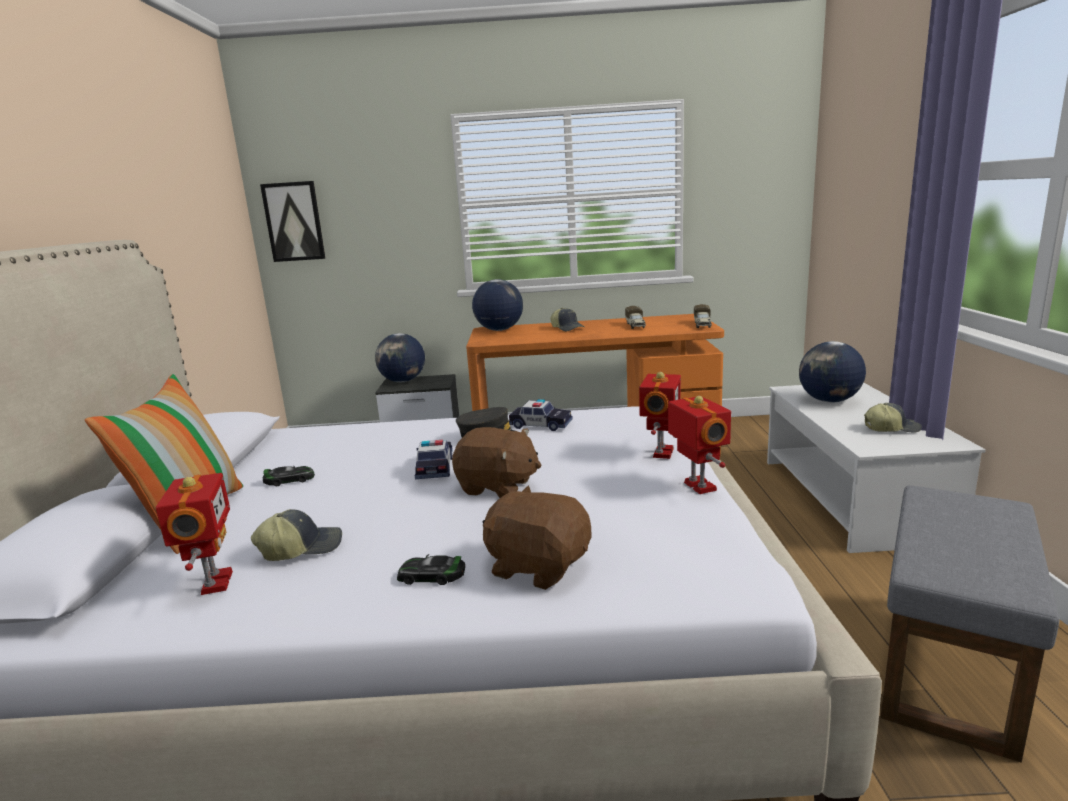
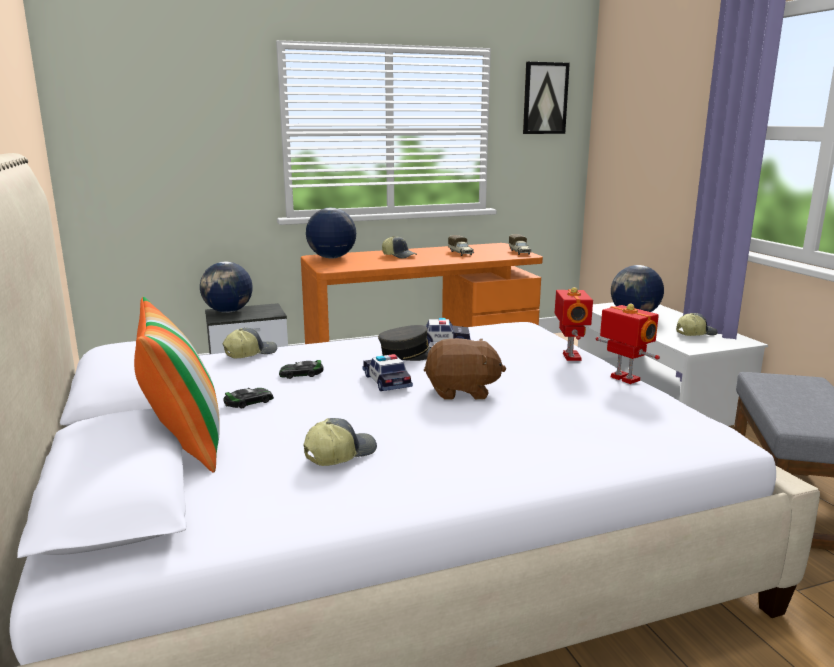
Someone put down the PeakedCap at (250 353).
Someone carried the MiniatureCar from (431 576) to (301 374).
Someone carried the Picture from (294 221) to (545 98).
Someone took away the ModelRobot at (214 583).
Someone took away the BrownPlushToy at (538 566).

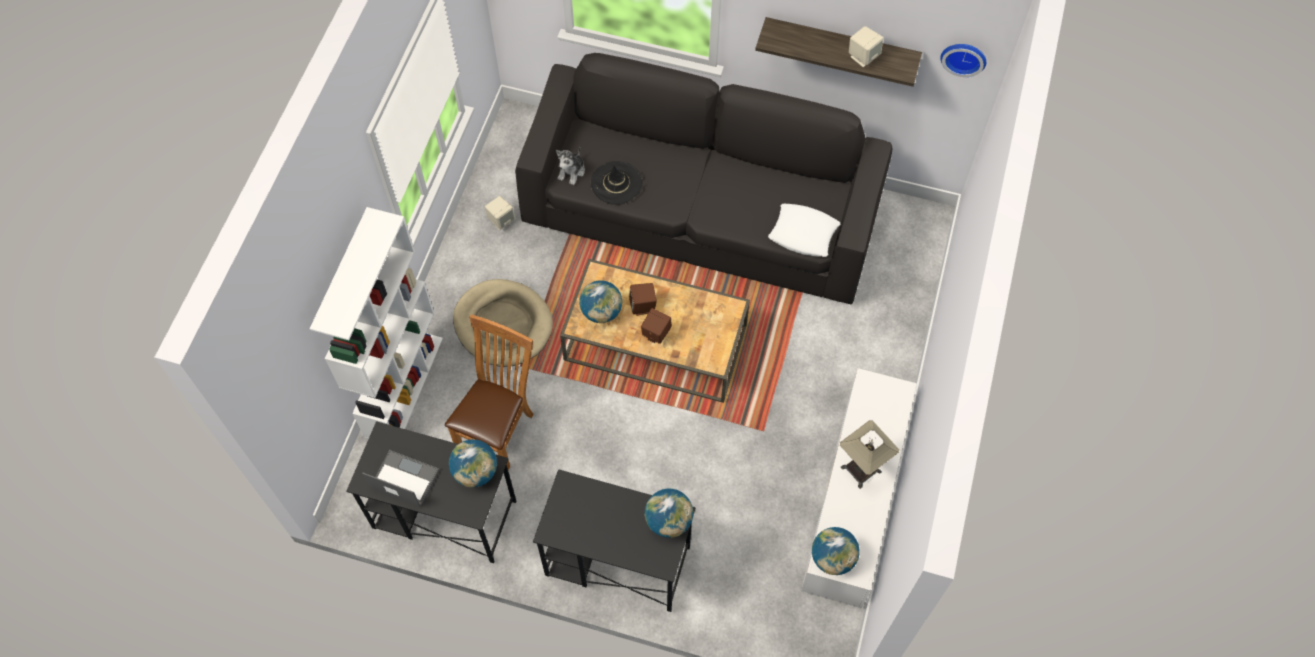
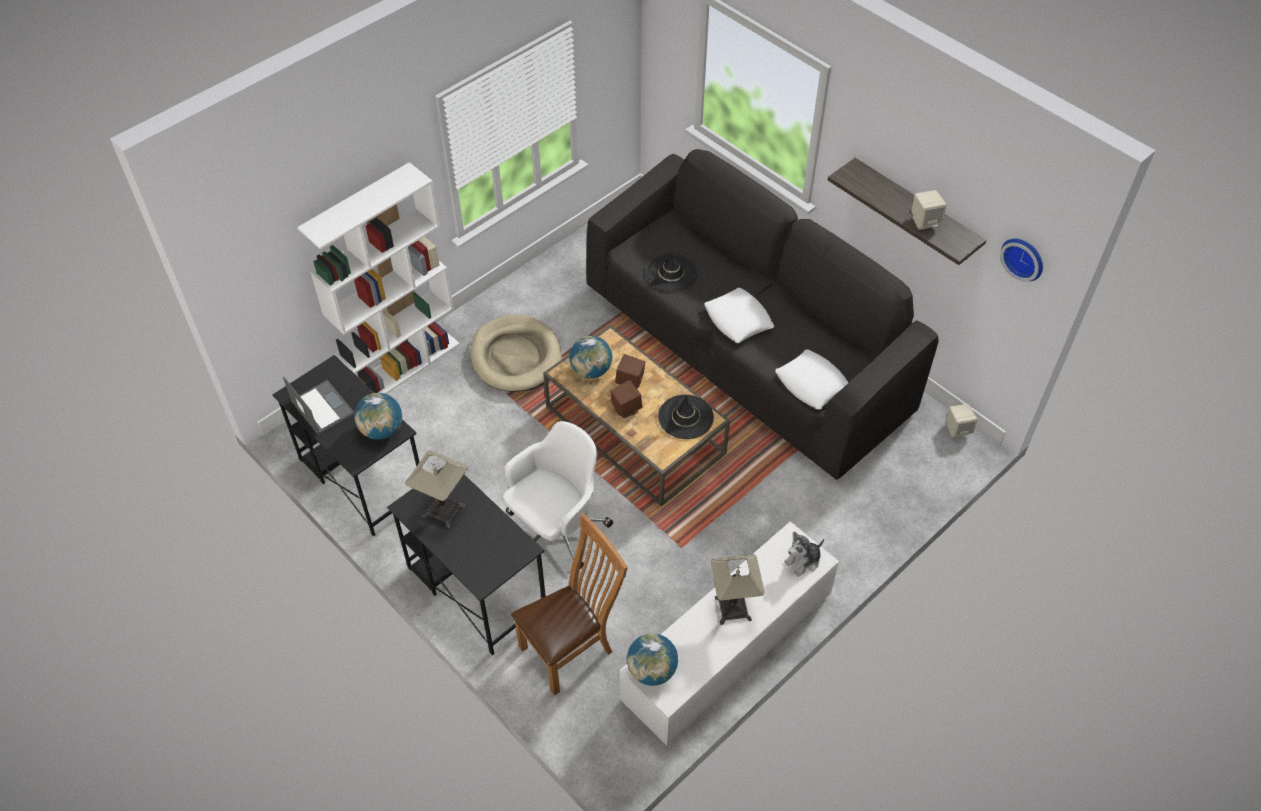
Someone put down the TableLamp at (443 510).
Someone put down the WhitishComputerChair at (556 529).
Someone carried the BrownPlainChair from (499 428) to (571 648).
Someone put down the BlackishHat at (685 417).
Someone put down the WhitishPillow at (738 320).
Someone carried the PlushToy from (571 171) to (803 561).
Someone carried the BeigeColouredLoudspeaker from (501 220) to (957 429).
Someone took away the WorldGlobe at (668 521).

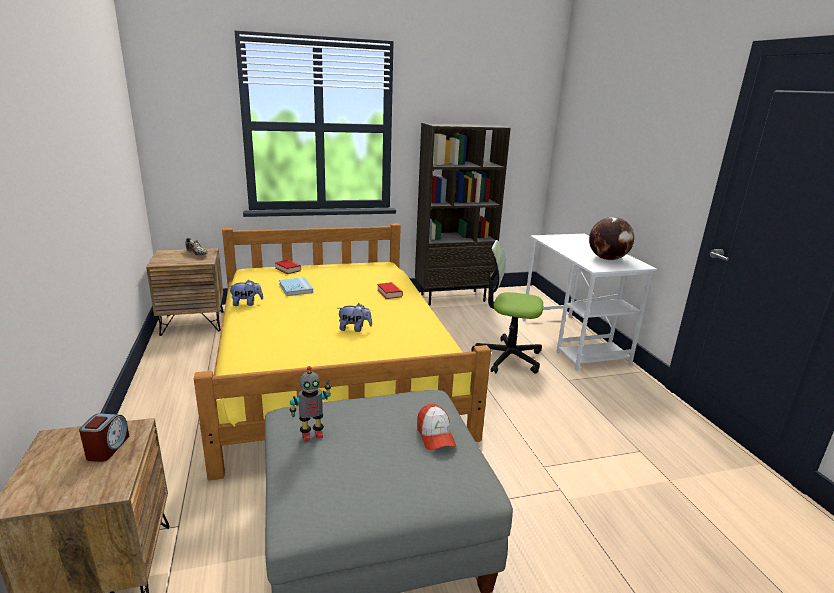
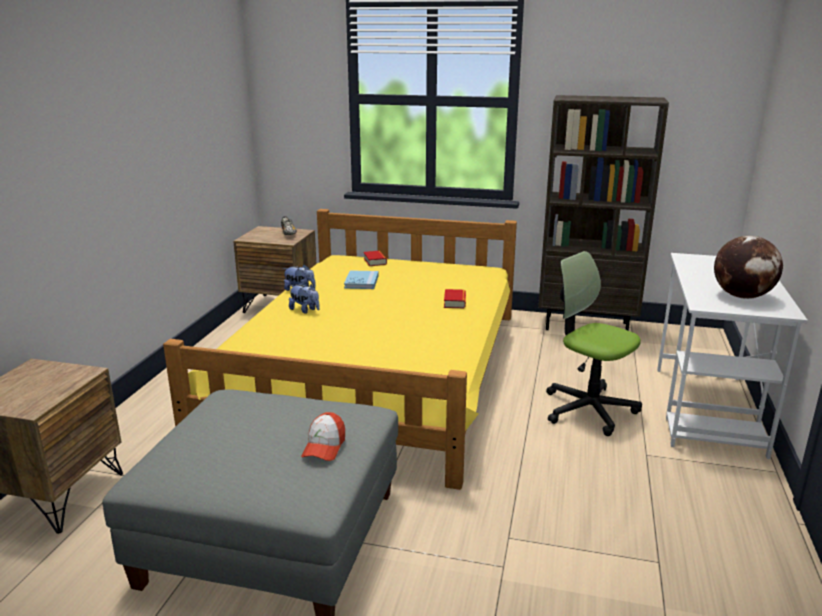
Someone carried the PlushToy from (354 329) to (305 310).
Someone took away the TableClock at (107 448).
Someone took away the ModelRobot at (312 434).

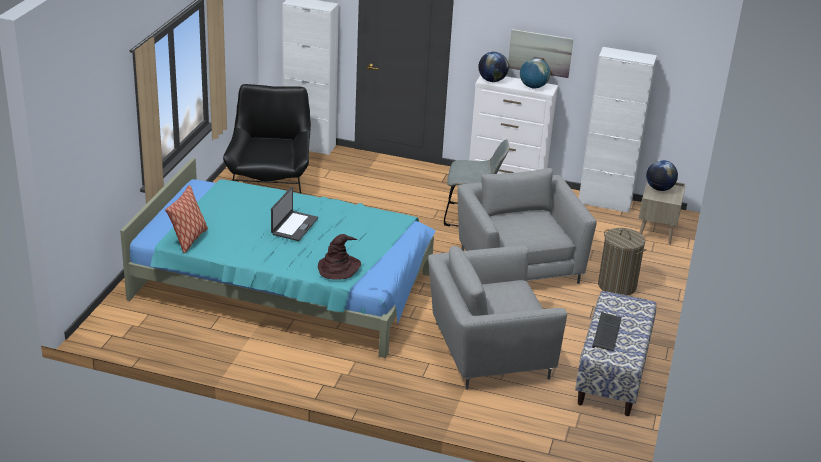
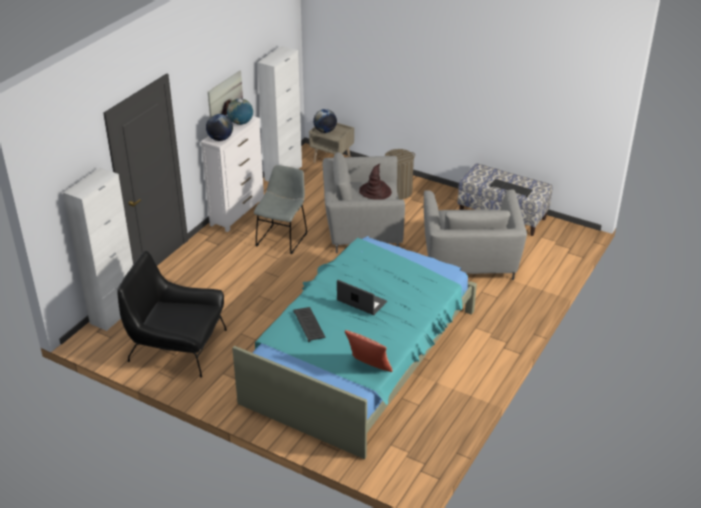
Someone put down the ComputerKeyboard at (309 325).
Someone carried the BrownHat from (338 268) to (375 191).

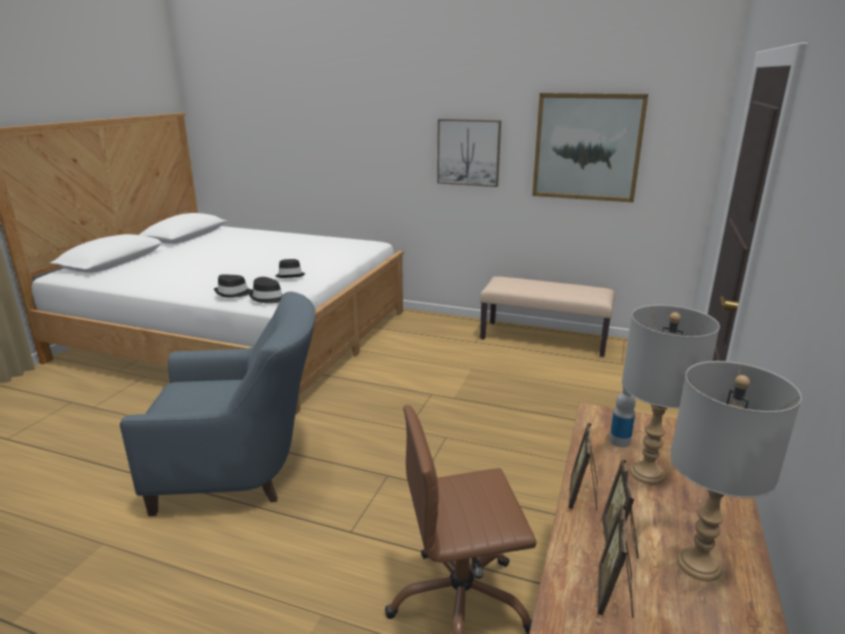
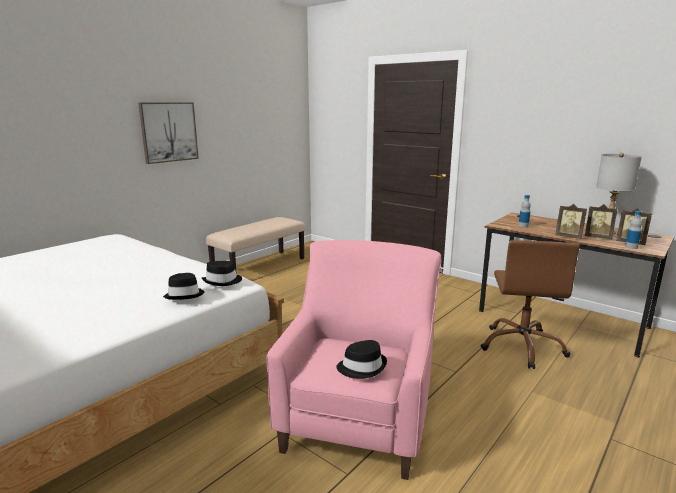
Someone repainted the BlueColouredLoungeChair at (242 471), which became the PinkLoungeChair at (359 415).
Someone carried the BlackishHat from (290 275) to (362 367).
Someone put down the DrinkBottle at (631 247).
Someone took away the Picture at (587 147).
Someone took away the GreyTableLamp at (647 474).

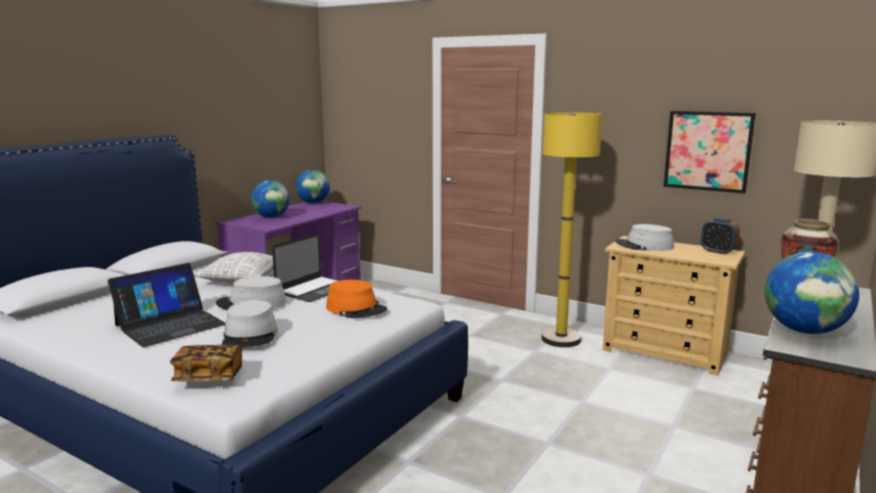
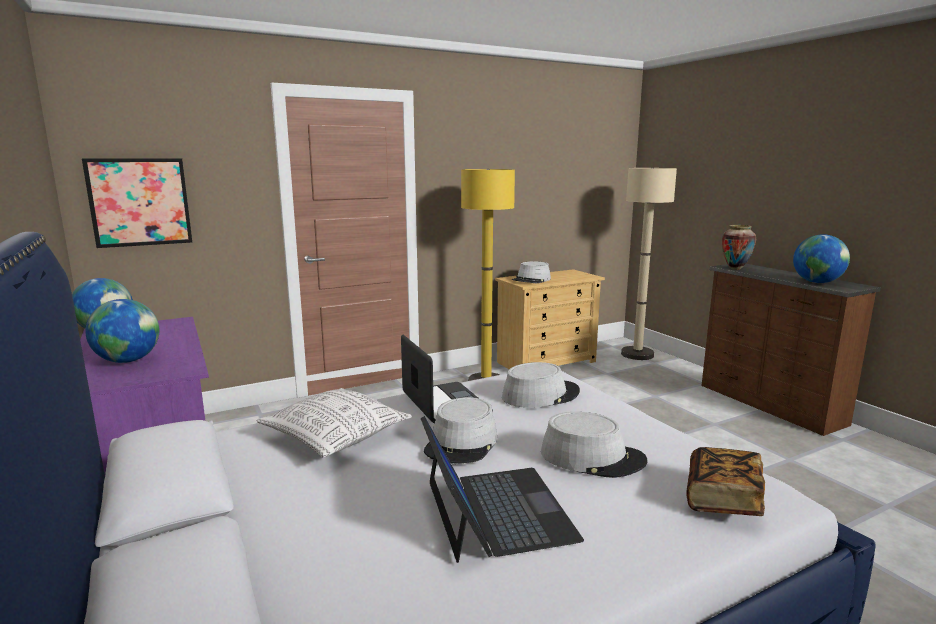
Someone carried the Picture from (708 151) to (140 202).
Someone repainted the OrangeyHat at (356 309), which became the GreyHat at (540 395).
Someone took away the TableClock at (718 251).

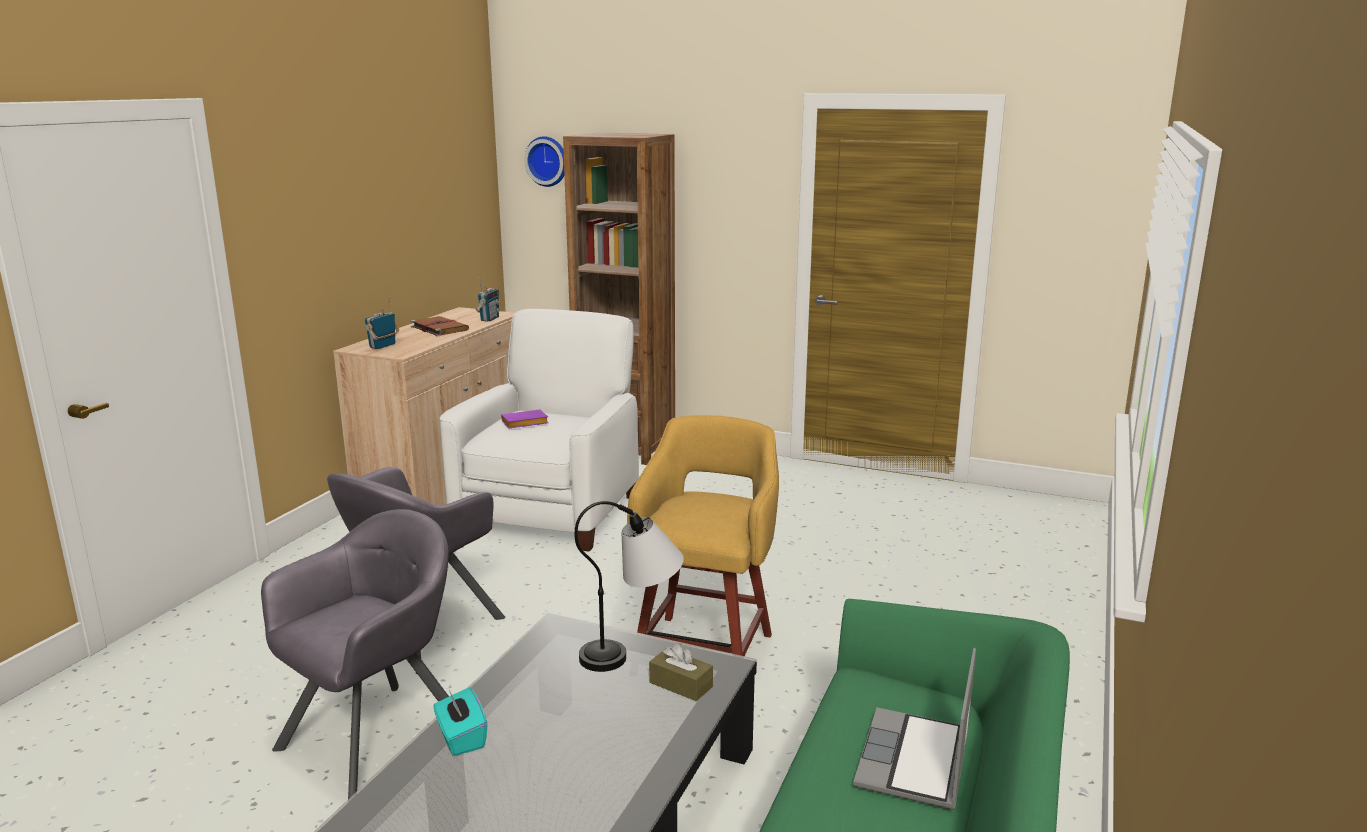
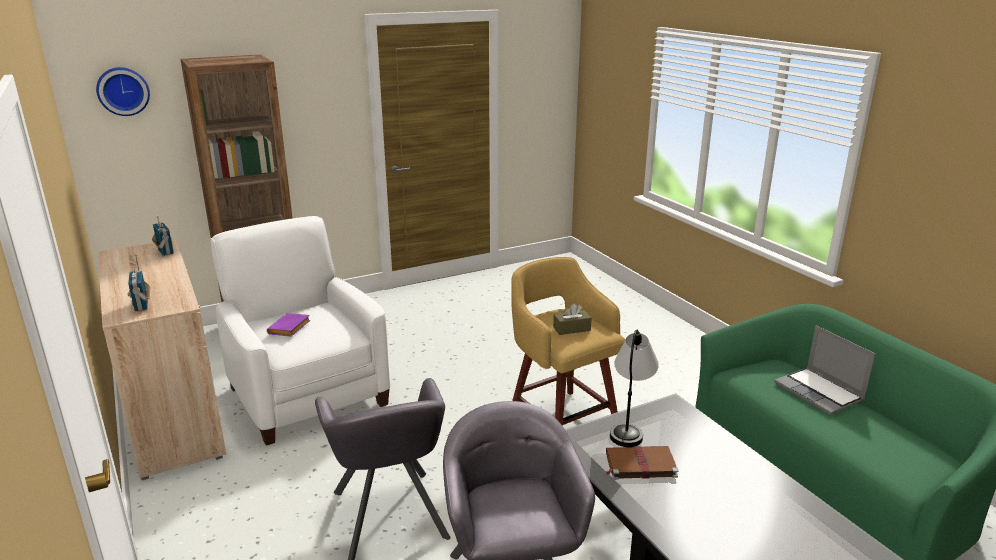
Someone carried the BrownBoxOfTissues from (681 684) to (571 329).
Someone carried the BrownBoundBook from (439 328) to (639 464).
Someone took away the TurquoiseColouredBoxOfTissues at (461 738).

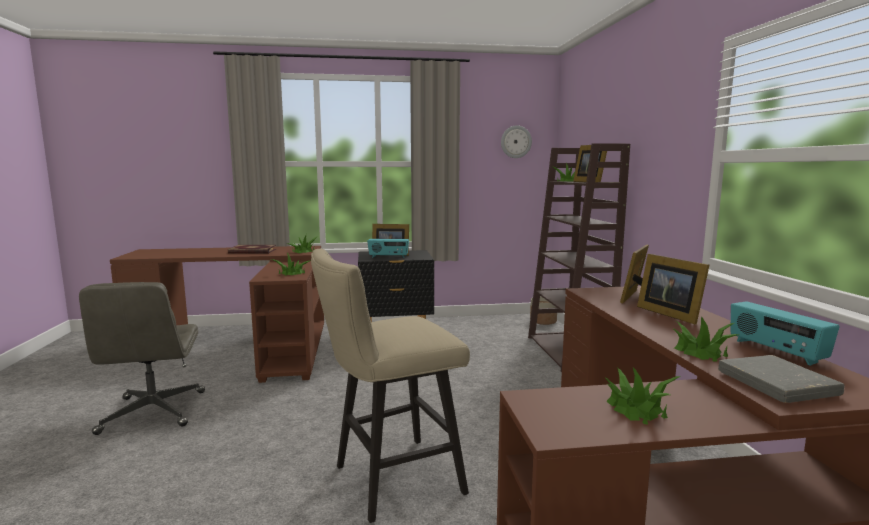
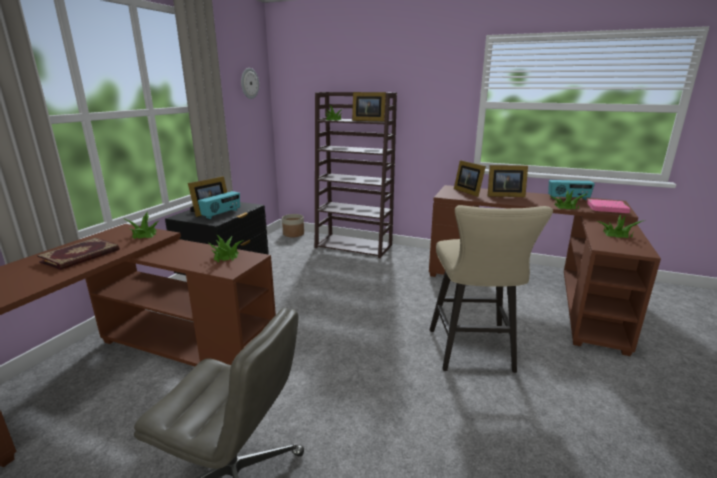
Someone repainted the GreyBoundBook at (776 384), which became the PinkBoundBook at (607 209).

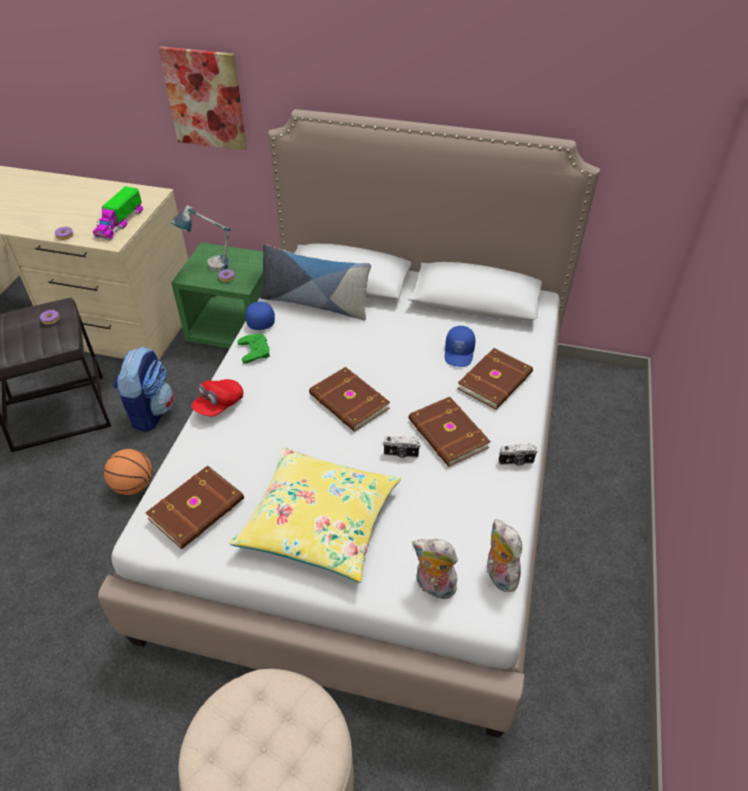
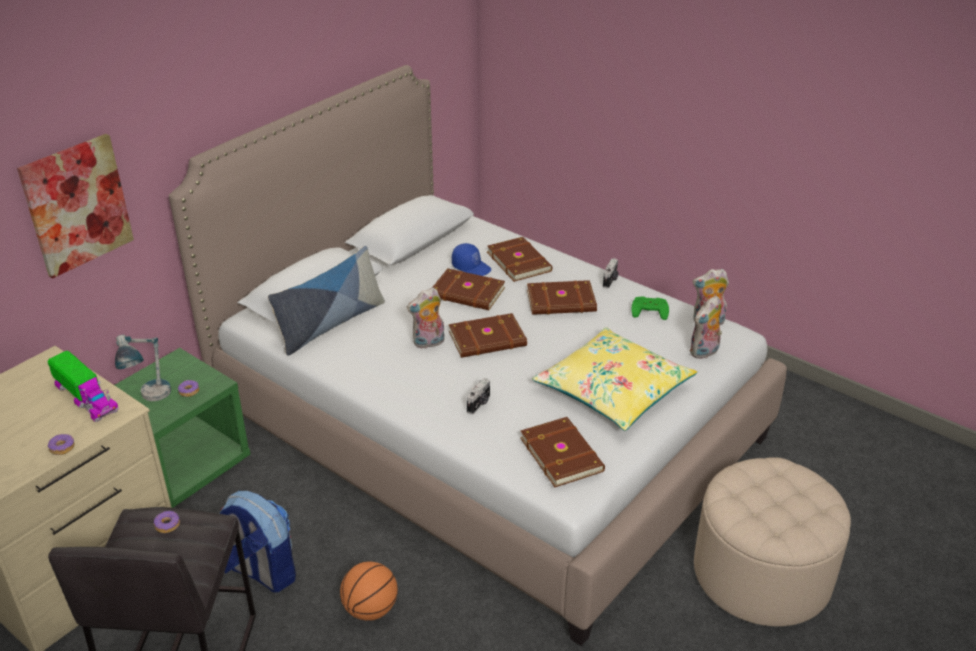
Someone put down the PlushToy at (428 343).
Someone put down the BrownBoundBook at (467 293).
Someone carried the PhotoCamera from (401 454) to (479 404).
Someone carried the GreenishJoypad from (257 350) to (650 309).
Someone took away the RedColouredPeakedCap at (219 405).
Someone took away the BlueColouredPeakedCap at (260 319).

